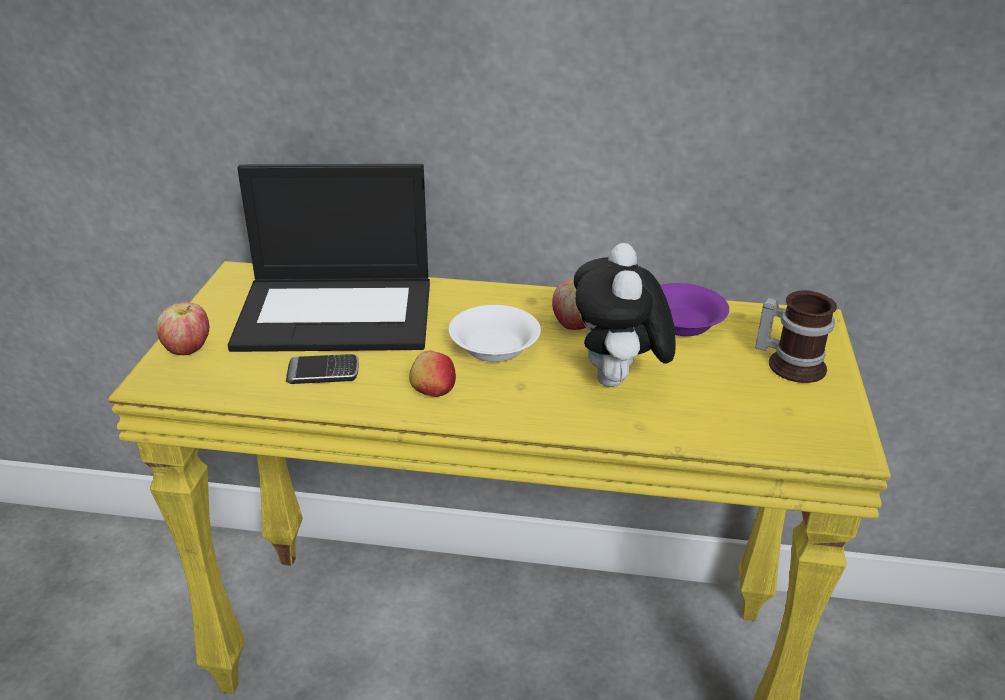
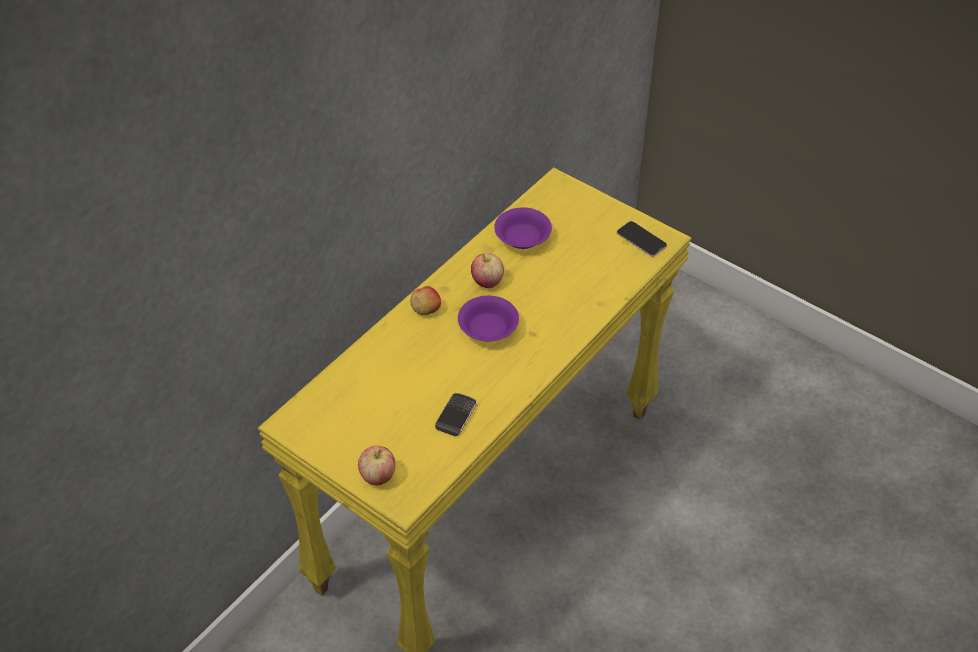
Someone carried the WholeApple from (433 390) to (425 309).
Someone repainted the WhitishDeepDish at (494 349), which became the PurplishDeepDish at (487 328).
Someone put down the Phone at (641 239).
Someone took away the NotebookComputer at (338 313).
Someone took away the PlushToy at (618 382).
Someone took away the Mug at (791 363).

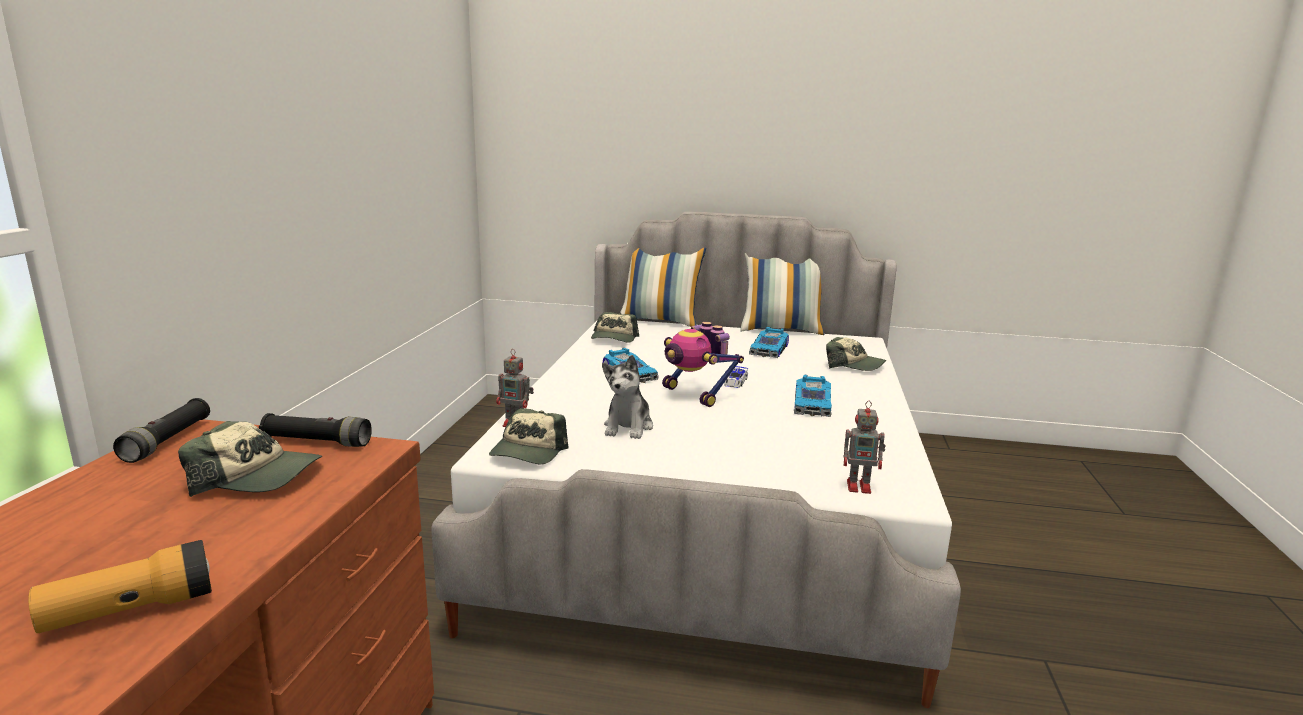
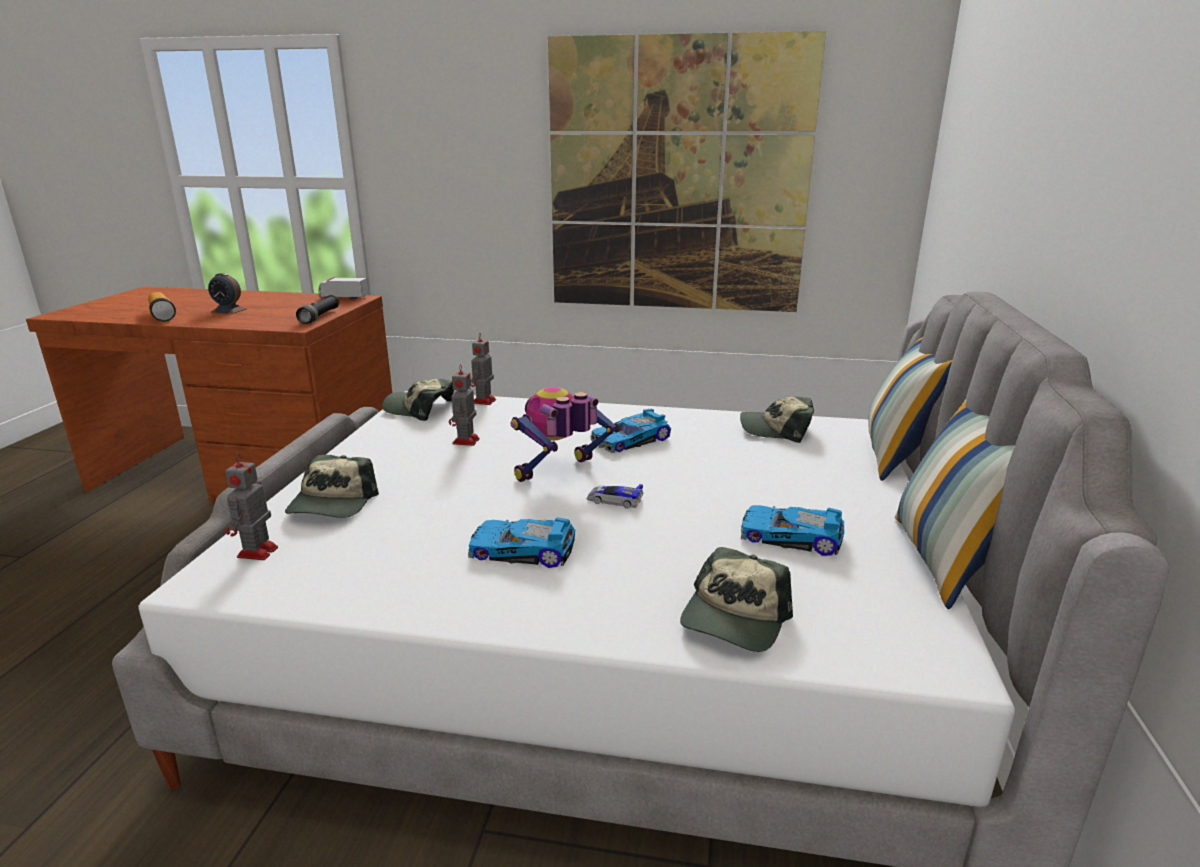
Someone put down the TableClock at (228 310).
Someone carried the PeakedCap from (258 477) to (332 504).
Someone swapped the BlackishFlashlight at (168 441) for the ModelTruck at (343 298).
Someone swapped the PlushToy at (628 427) for the ModelRobot at (465 442).
Someone put up the Picture at (677 179).

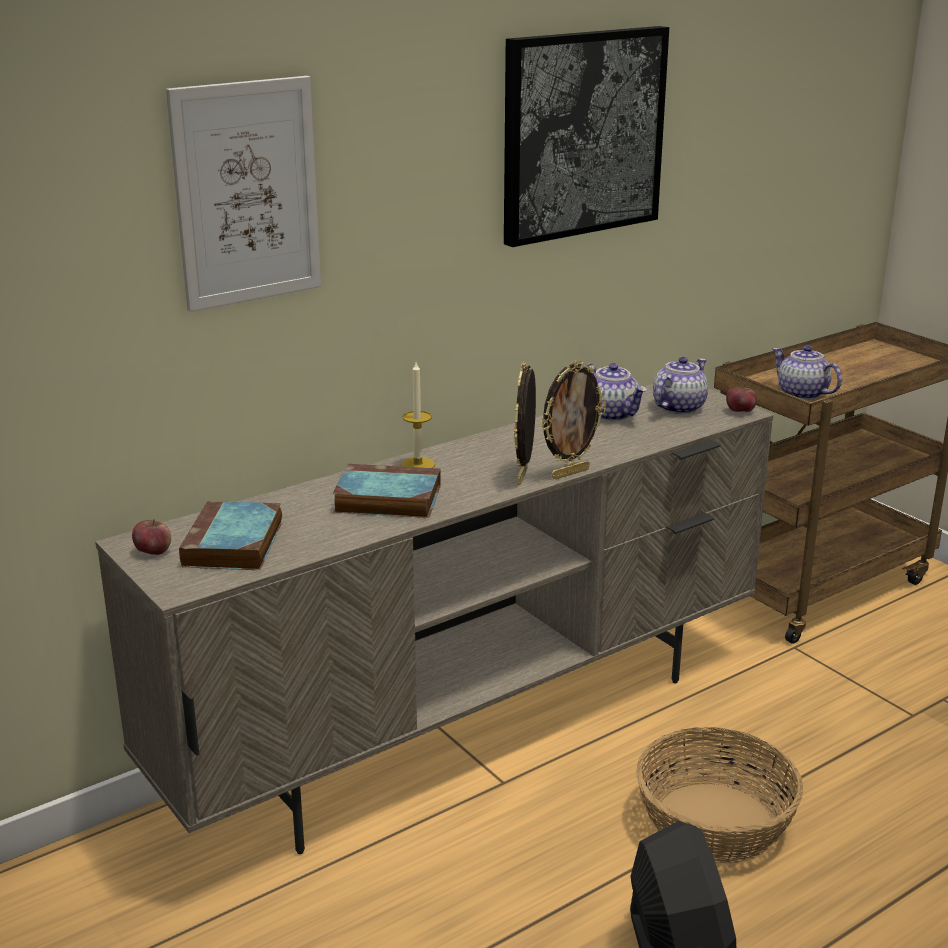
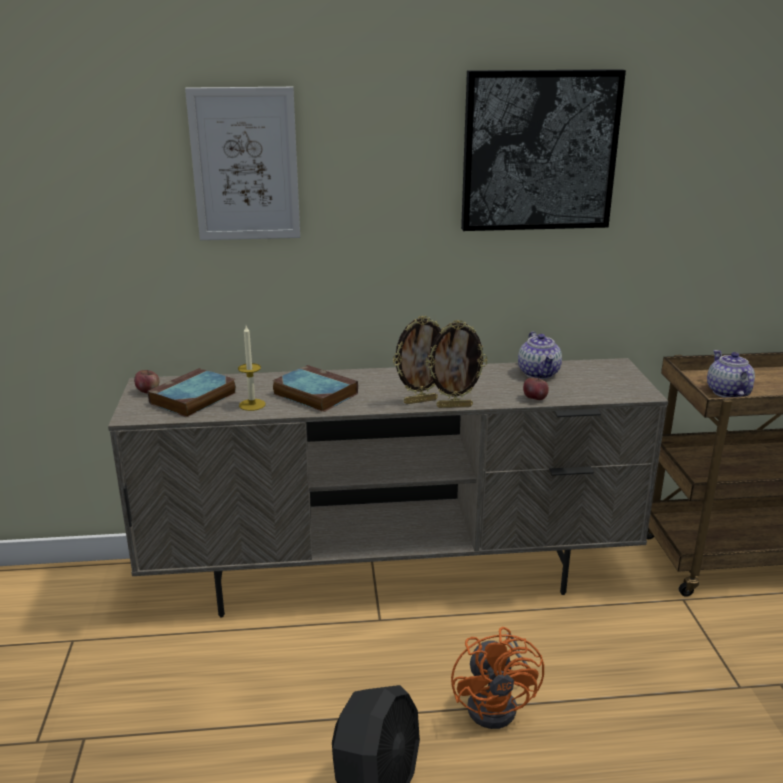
Someone carried the WaxLight from (418 464) to (252 405).
Someone rotated the PhotoFrame at (524 476) by 150 degrees counterclockwise.
Someone swapped the HouseholdBasket at (714 822) for the OrangeyCoolingFan at (498 704).
Someone carried the WholeApple from (740 411) to (535 398).
Someone took away the TeaPot at (678 407).

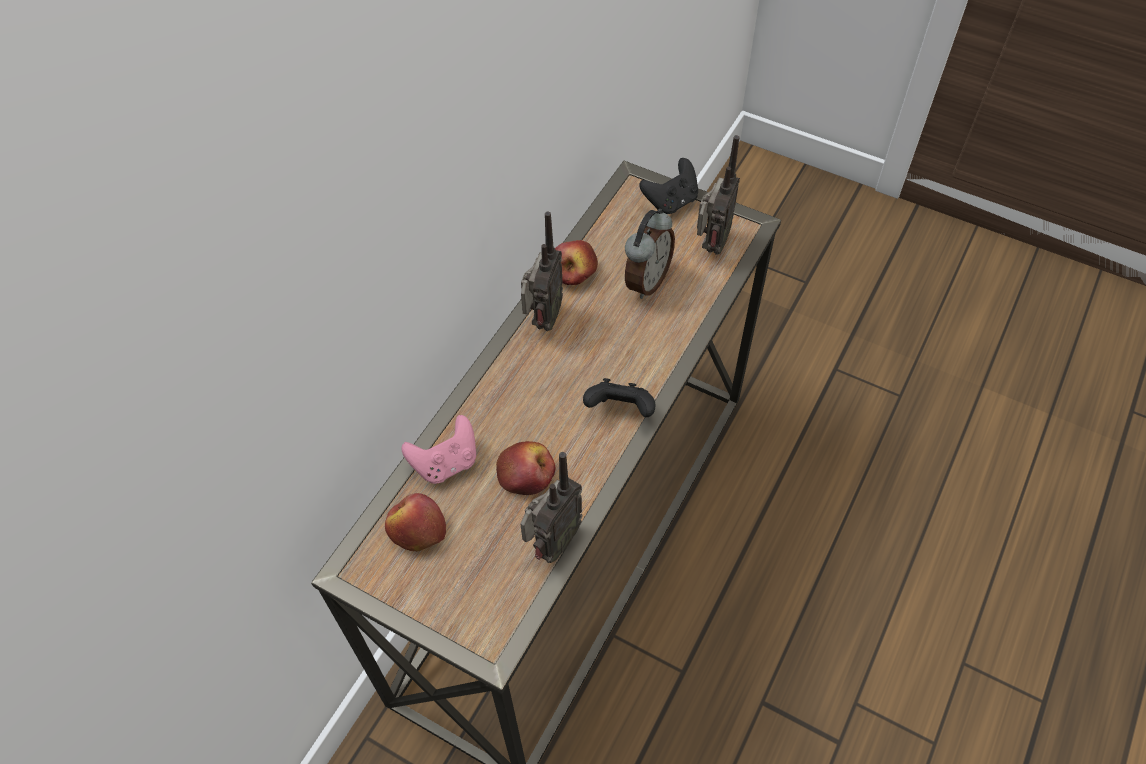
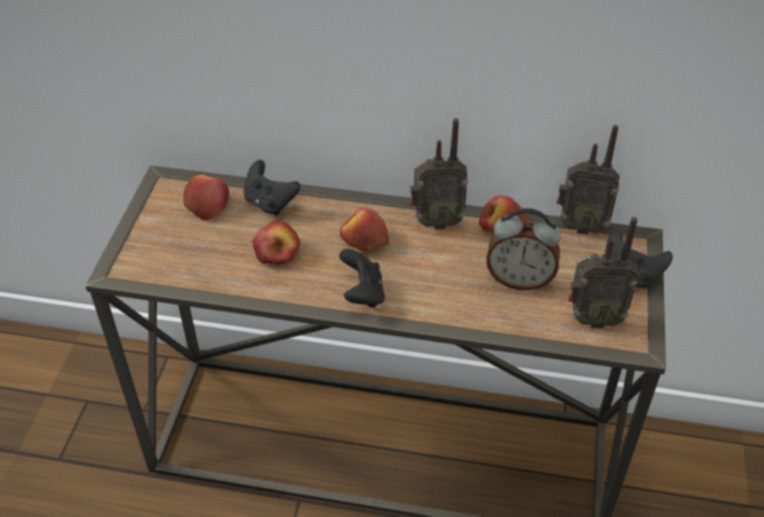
Someone repainted the PinkJoypad at (446 463), which became the BlackishJoypad at (270 203).
Someone put down the WholeApple at (364 240).
Someone carried the Radio from (551 544) to (580 225).

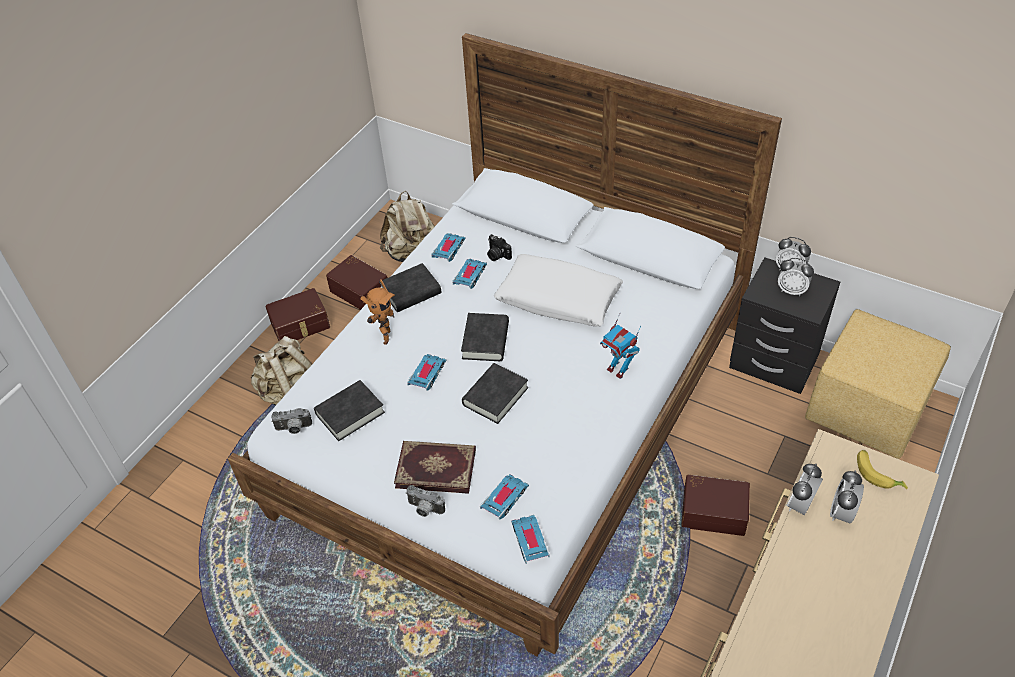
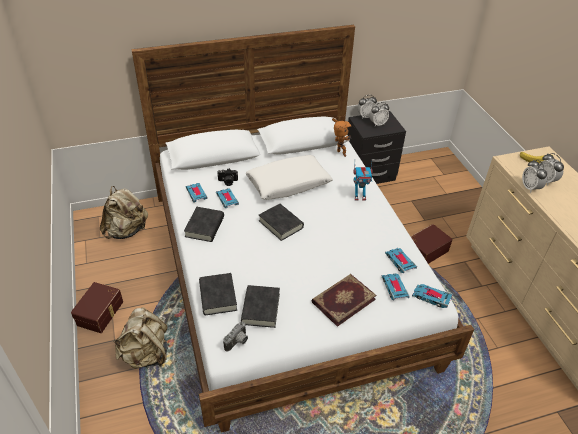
Someone carried the BlackishBoundBook from (495 396) to (218 297).
Someone carried the ModelRobot from (384 337) to (340 154).
Someone carried the MiniatureCar from (427 374) to (400 262).
Someone took away the BrownStorageBin at (360 290).
Someone took away the PhotoCamera at (424 509).
Someone took away the YellowColouredPouffe at (868 411).

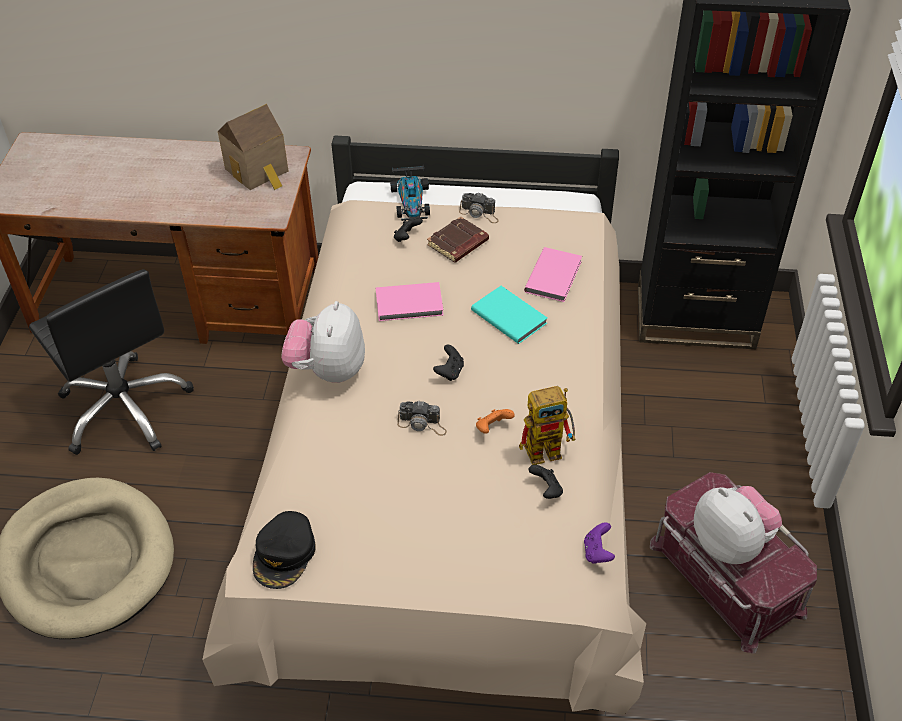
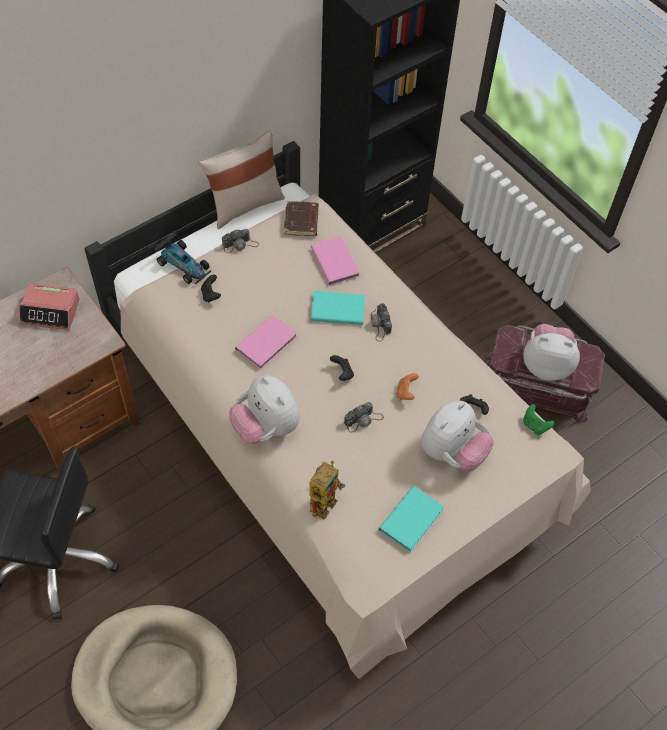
Someone swapped the ModelHouse at (259 171) for the TableClock at (51 311).
Someone put down the BeigeColouredPillow at (244 204).
Someone carried the BrownBoundBook from (458 244) to (302 221).
Someone carried the ModelRobot from (550 448) to (324 499).
Someone put down the PhotoCamera at (380 325).
Someone put down the TurquoiseColouredBoundBook at (413 520).
Someone put down the PlushToy at (452 452).
Someone repainted the PurplishJoypad at (597 552), which became the GreenishJoypad at (535 425).
Someone took away the BlackishPeakedCap at (284 554).

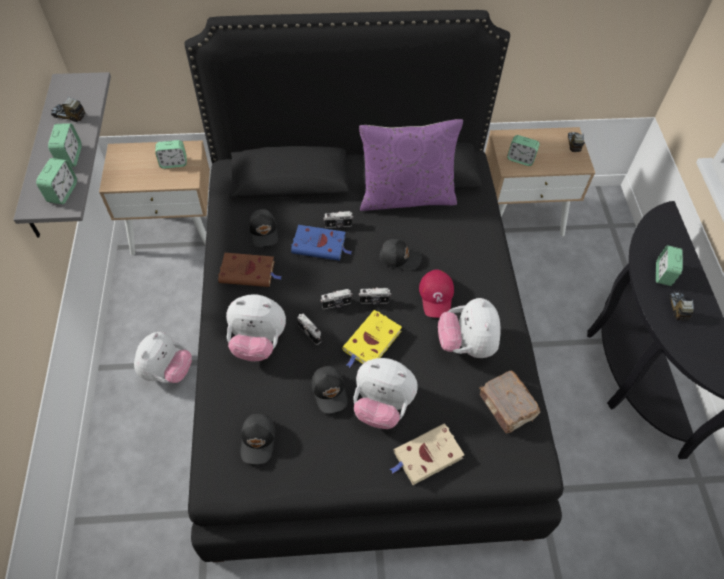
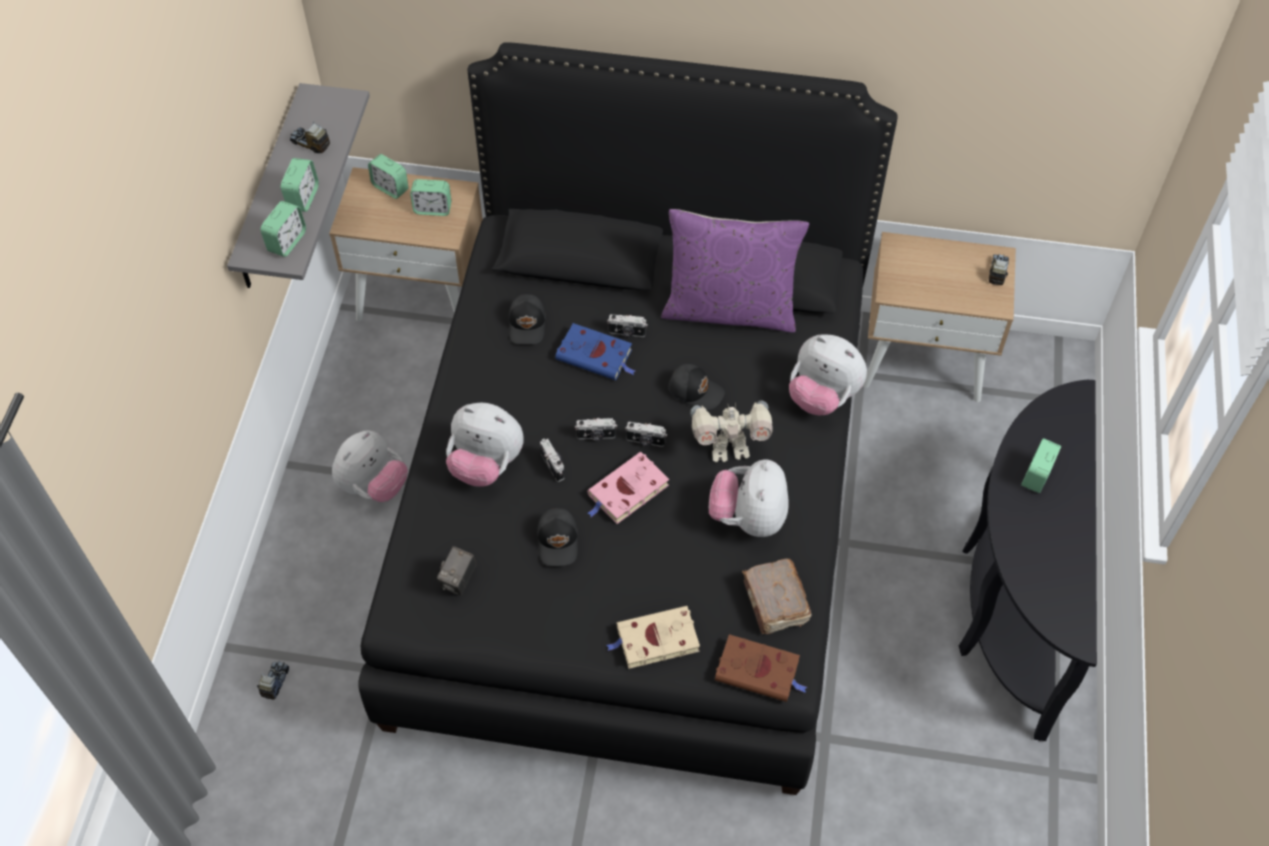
Someone carried the ModelTruck from (677 308) to (275 682).
Someone carried the TableClock from (520 159) to (390 187).
Someone swapped the BlackishPeakedCap at (258 440) for the PhotoCamera at (459 580).
Someone repainted the YellowColouredBoundBook at (371 342), which became the PinkBoundBook at (627 492).
Someone swapped the RedColouredPeakedCap at (436 296) for the ModelRobot at (729 449).
Someone carried the BrownBoundBook from (249 272) to (759 671).
Someone carried the PlushToy from (382 405) to (822 396).

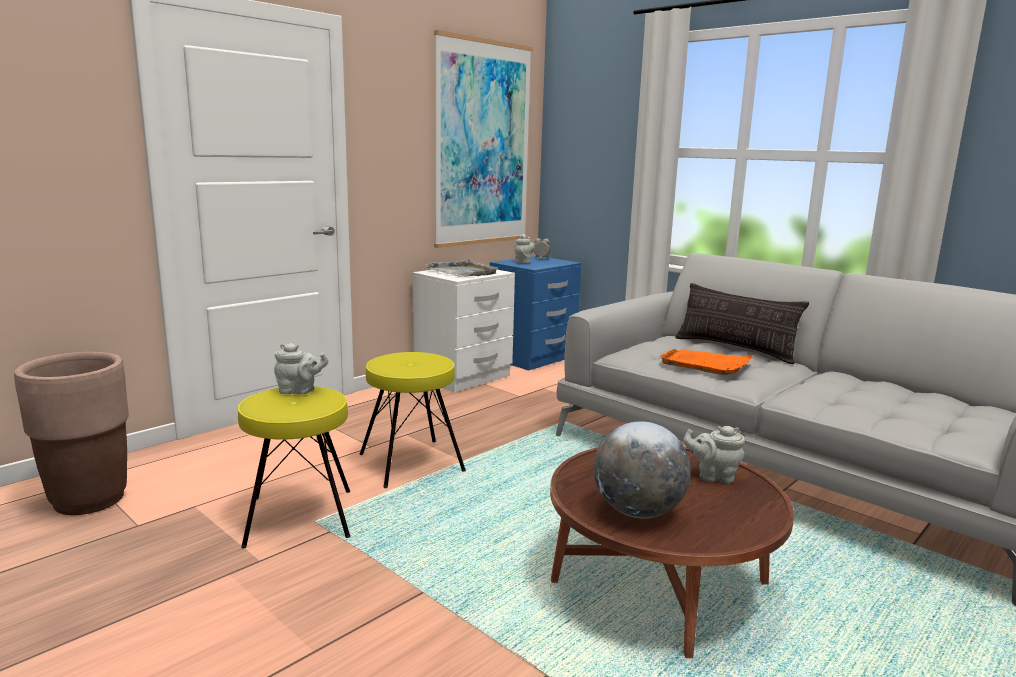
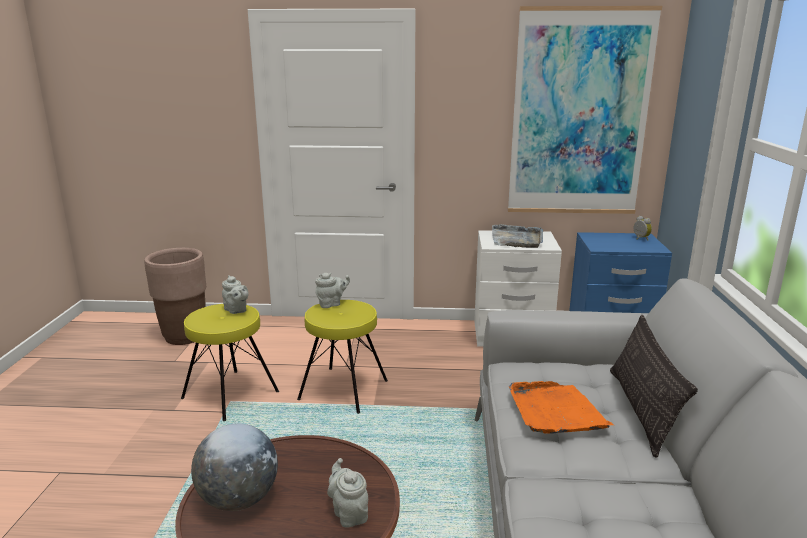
Someone carried the GreyTeaPot from (523 262) to (331 304).

